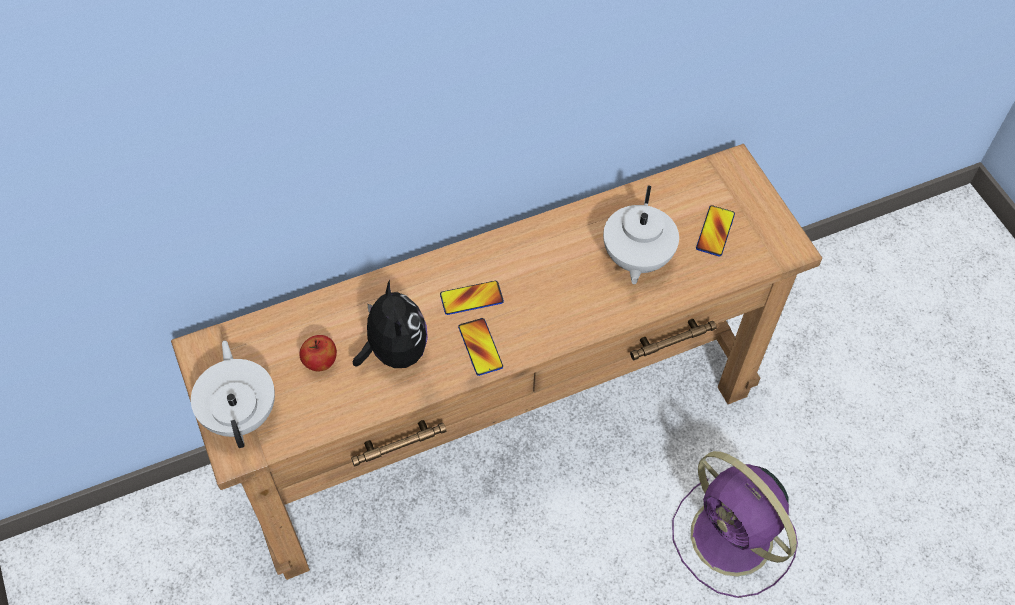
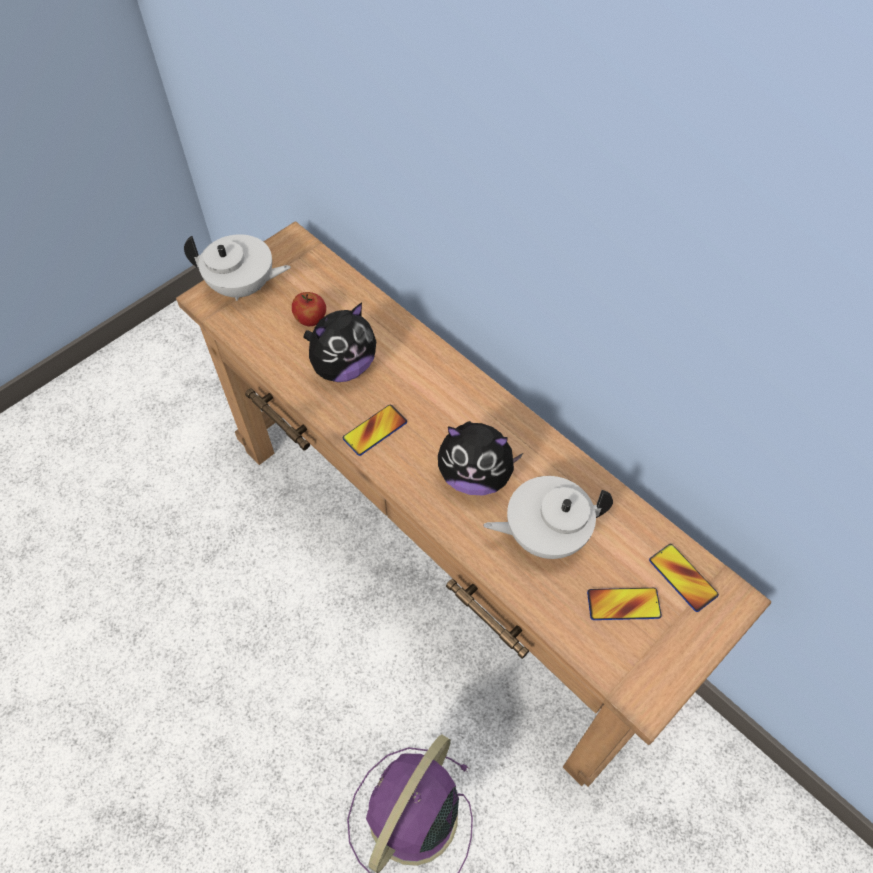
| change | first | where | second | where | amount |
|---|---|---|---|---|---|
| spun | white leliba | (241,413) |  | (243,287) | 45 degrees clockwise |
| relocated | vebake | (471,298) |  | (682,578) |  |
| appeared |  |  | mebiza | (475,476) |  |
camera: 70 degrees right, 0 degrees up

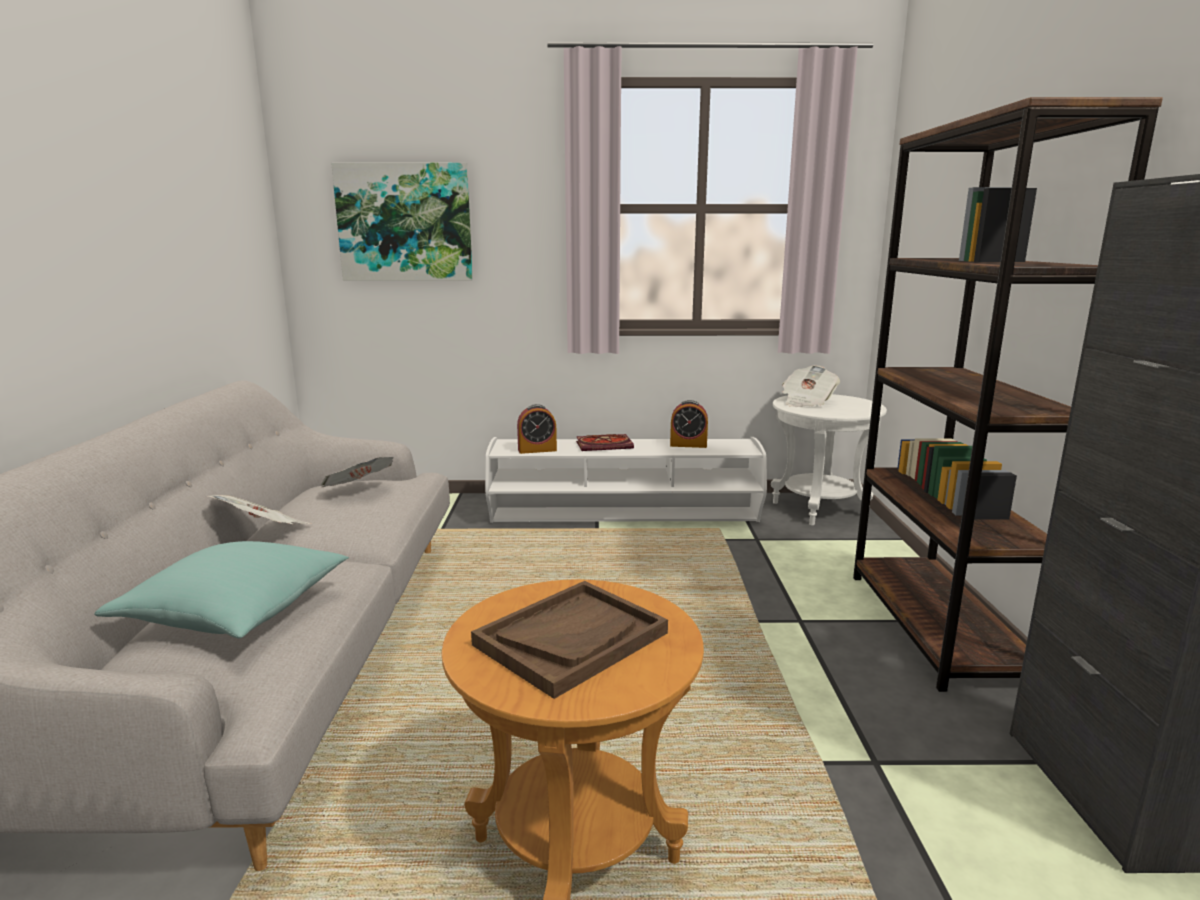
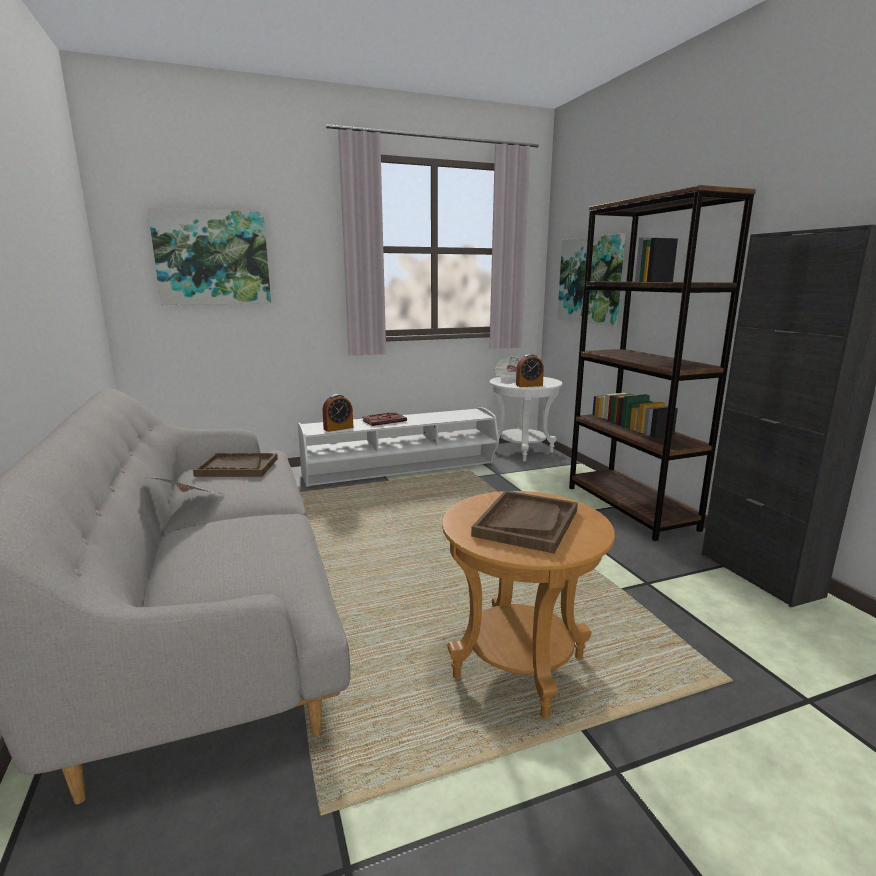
| change | first | where | second | where | amount |
|---|---|---|---|---|---|
| missing | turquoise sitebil | (236,612) |  |  |  |
| exchanged | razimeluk | (359,491) | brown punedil | (237,467) |  |
| relocated | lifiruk | (688,445) |  | (529,385) |  |
| appeared |  |  | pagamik | (590,280) |  |
camera: 20 degrees left, 0 degrees up

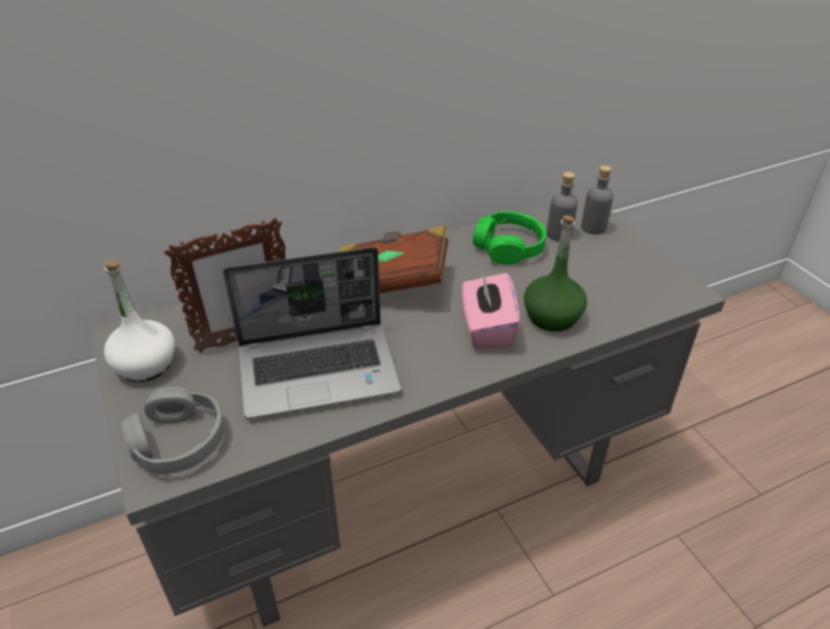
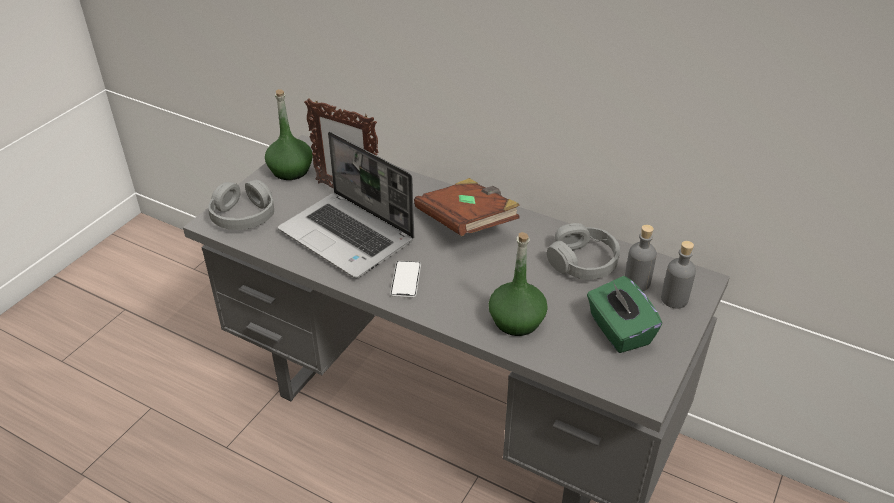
| change | first | where | second | where | amount |
|---|---|---|---|---|---|
| colour | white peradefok | (146,364) | green peradefok | (291,170) |  |
| missing | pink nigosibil | (487,328) |  |  |  |
| colour | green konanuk | (508,247) | grey konanuk | (582,262) |  |
| appeared |  |  | vebake | (406,280) |  |
| appeared |  |  | green nigosibil | (618,331) |  |
camera: 55 degrees right, 0 degrees up

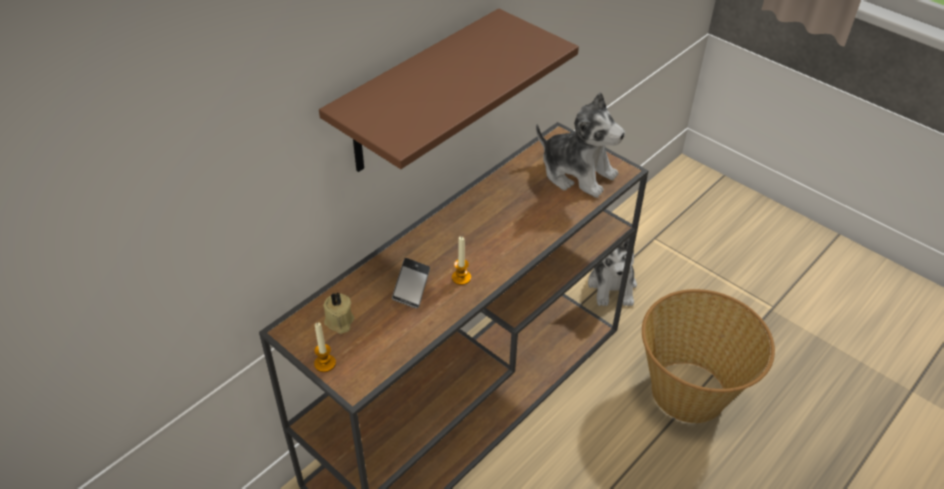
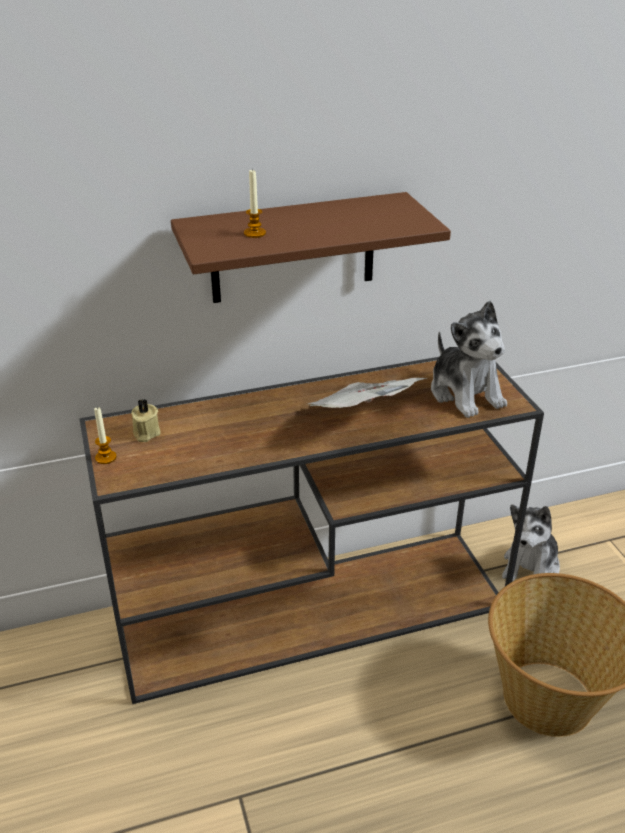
| change | first | where | second | where | amount |
|---|---|---|---|---|---|
| missing | vebake | (411,286) |  |  |  |
| relocated | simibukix | (461,278) |  | (255,233) |  |
| appeared |  |  | razimeluk | (363,417) |  |
camera: 30 degrees right, 10 degrees down

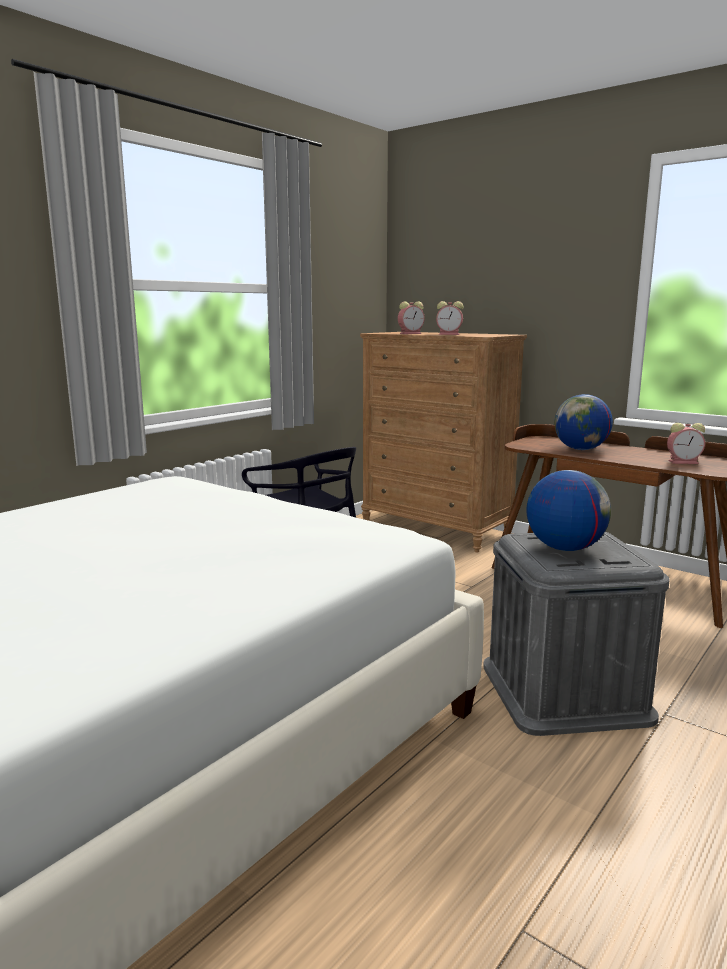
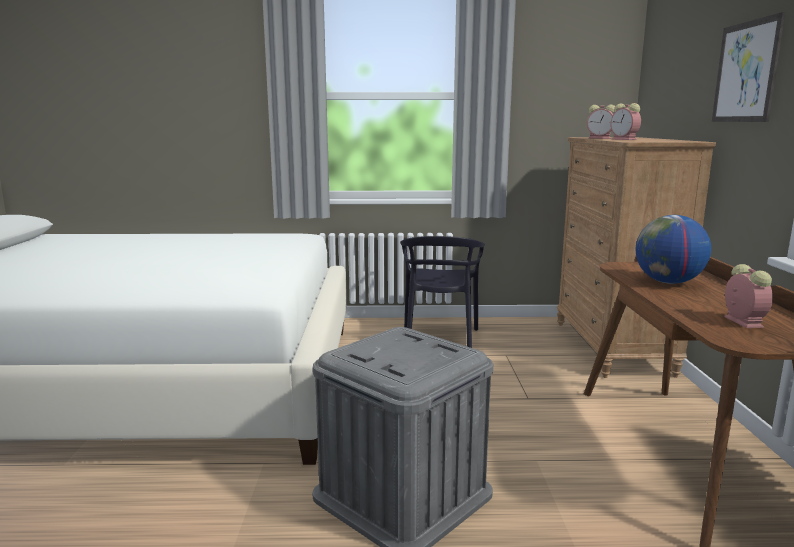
| change | first | where | second | where | amount |
|---|---|---|---|---|---|
| missing | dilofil | (564,548) |  |  |  |
| spun | lifiruk | (684,462) |  | (741,321) | 150 degrees counterclockwise |
| appeared |  |  | pagamik | (746,72) |  |
camera: 50 degrees right, 0 degrees up

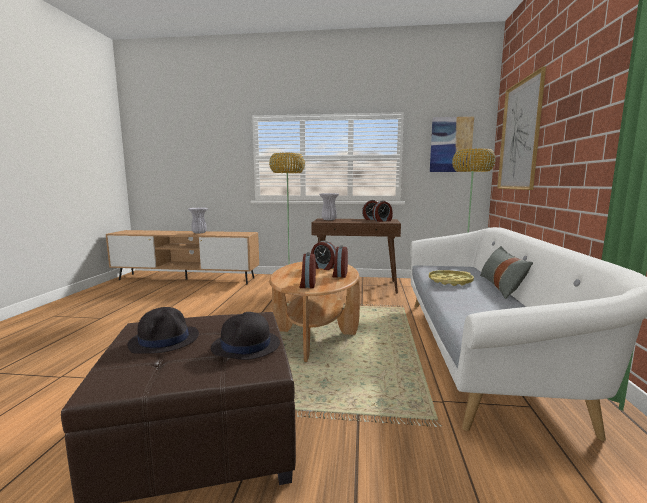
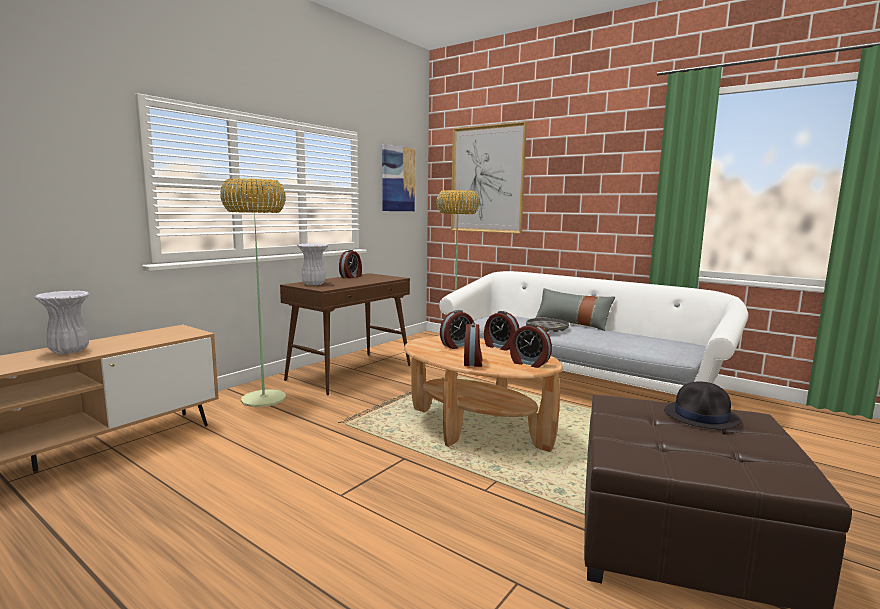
| change | first | where | second | where | amount |
|---|---|---|---|---|---|
| missing | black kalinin | (165,340) |  |  |  |
| relocated | lifiruk | (382,221) |  | (473,362) |  |
| colour | yellow punedil | (450,281) | grey punedil | (547,328) |  |
camera: 60 degrees left, 0 degrees up

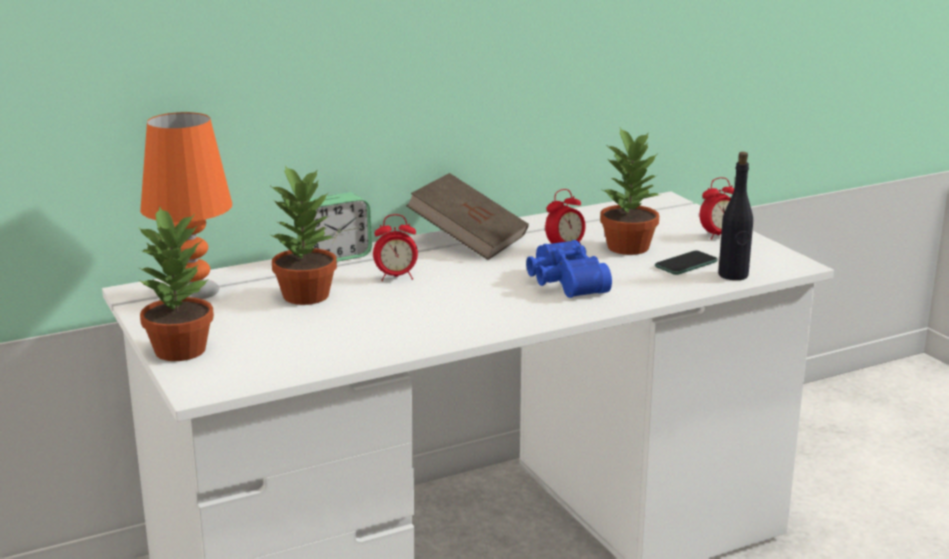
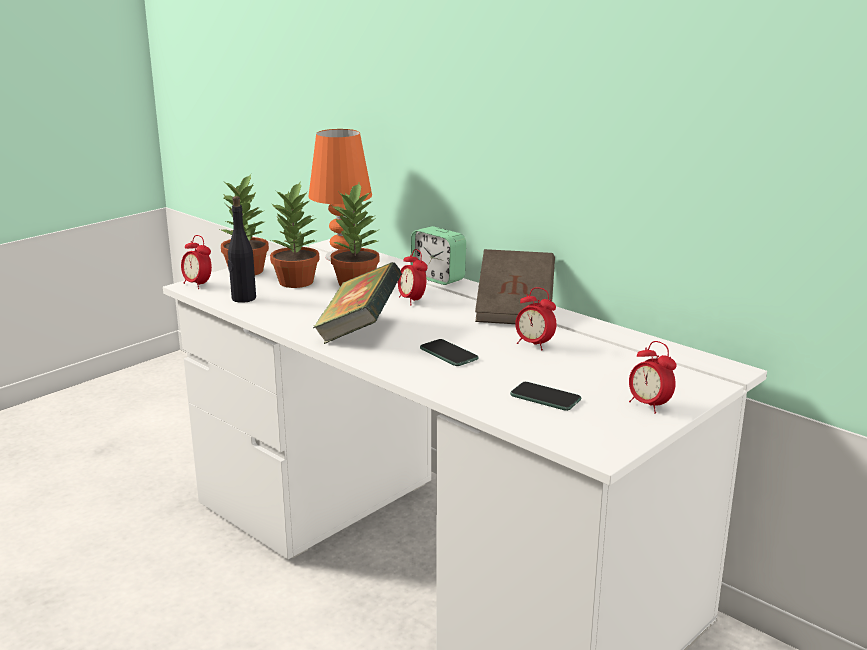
| change | first | where | second | where | amount |
|---|---|---|---|---|---|
| exchanged | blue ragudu | (563,283) | vebake | (448,354) |  |
| relocated | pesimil | (628,247) |  | (297,282) |  |
| relocated | black peradefok | (733,275) |  | (243,298) |  |
| appeared |  |  | lifiruk | (198,285) |  |
| appeared |  |  | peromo | (359,330) |  |
camera: 70 degrees right, 0 degrees up

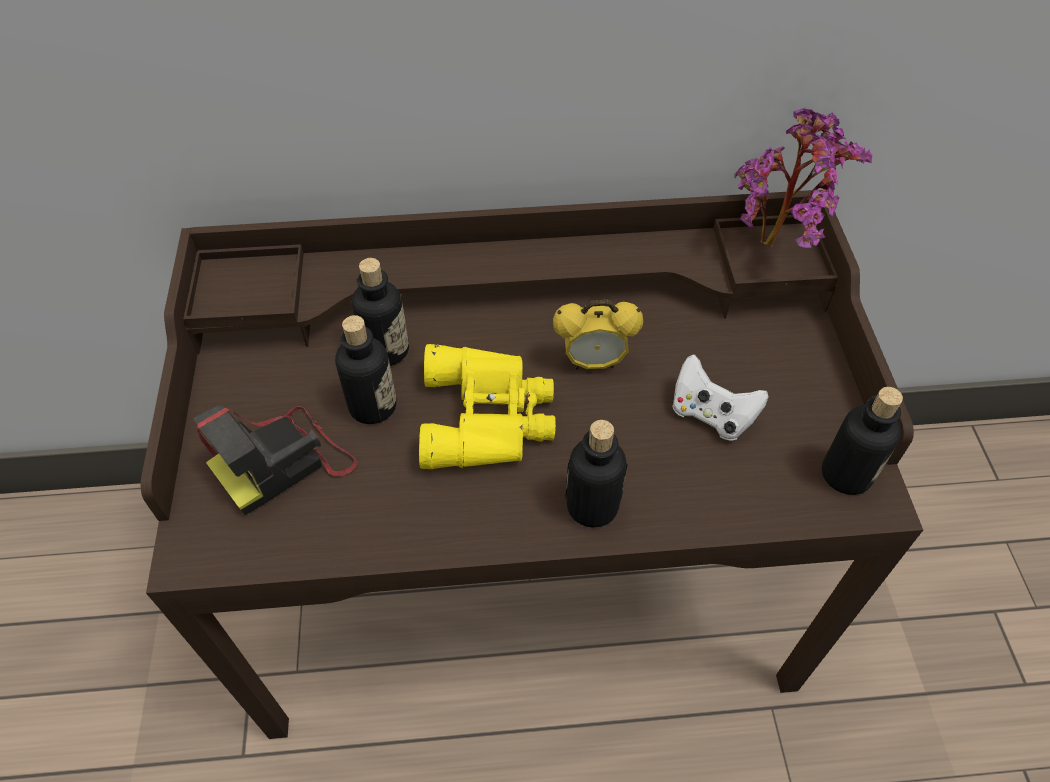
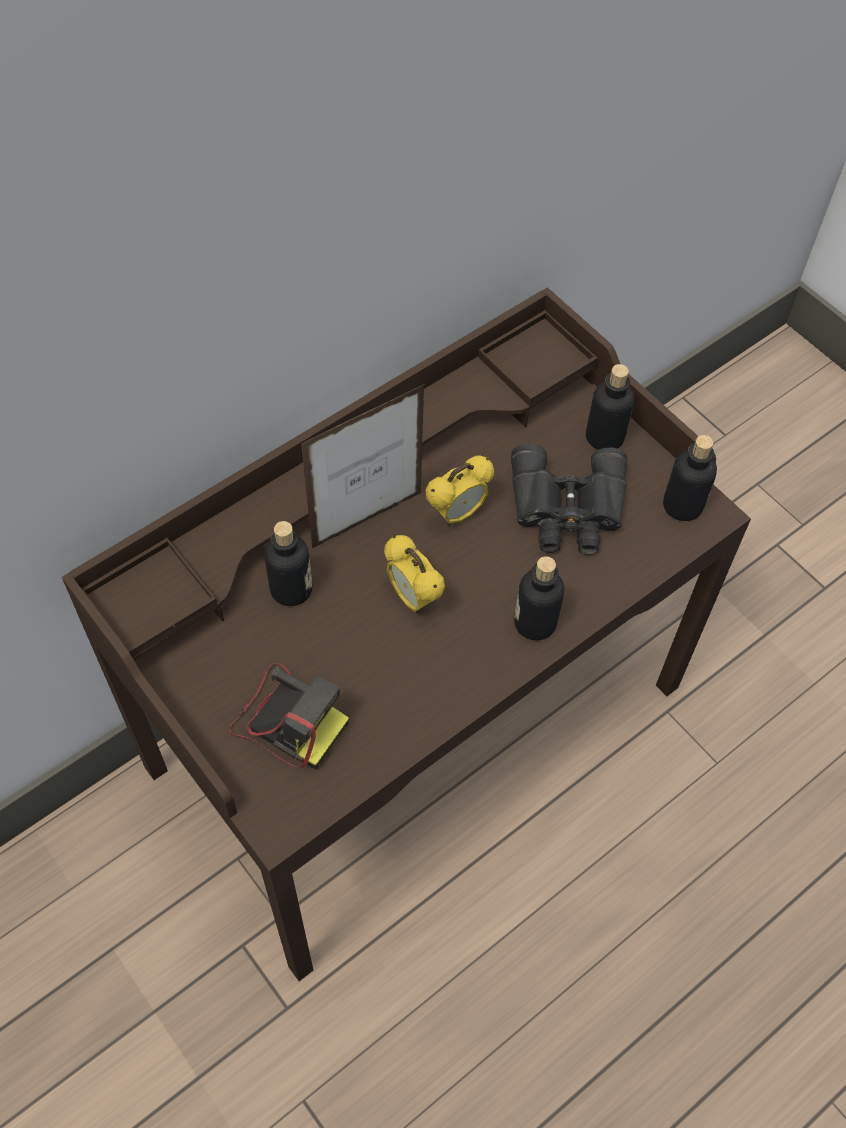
| change | first | where | second | where | amount |
|---|---|---|---|---|---|
| spun | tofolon | (284,462) |  | (288,719) | 75 degrees counterclockwise |
| relocated | peradefok | (372,406) |  | (604,437) |  |
| exchanged | yellow ragudu | (489,416) | lifiruk | (413,598) |  |
| exchanged | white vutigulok | (711,414) | black ragudu | (567,510) |  |
| missing | pesimil | (777,245) |  |  |  |
| appeared |  |  | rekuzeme | (367,520) |  |
camera: 35 degrees left, 5 degrees up

